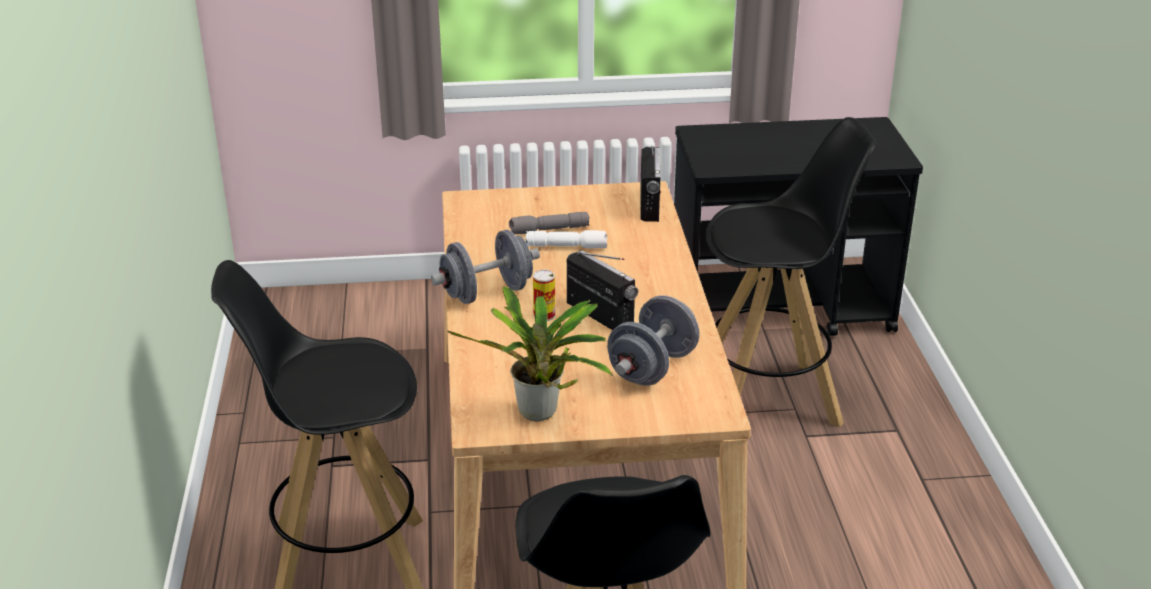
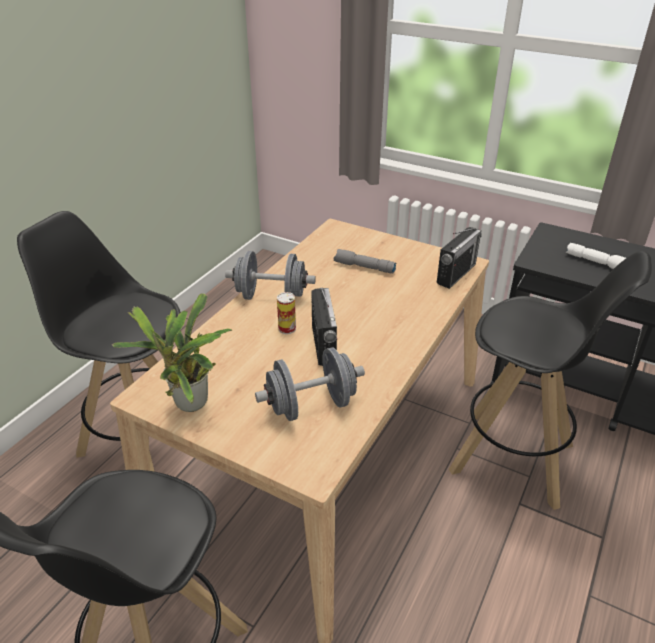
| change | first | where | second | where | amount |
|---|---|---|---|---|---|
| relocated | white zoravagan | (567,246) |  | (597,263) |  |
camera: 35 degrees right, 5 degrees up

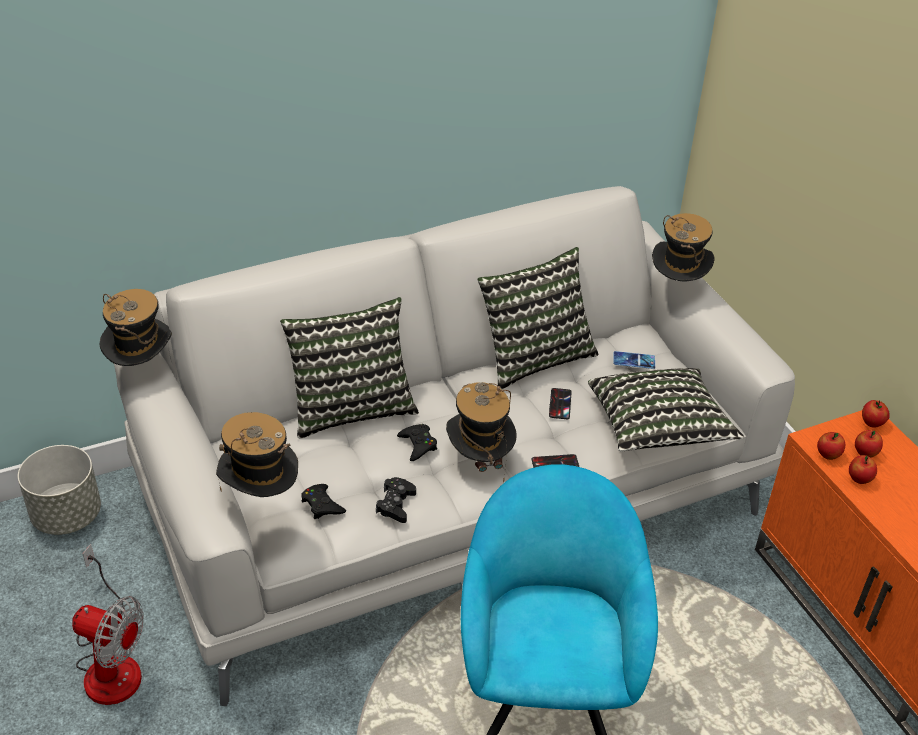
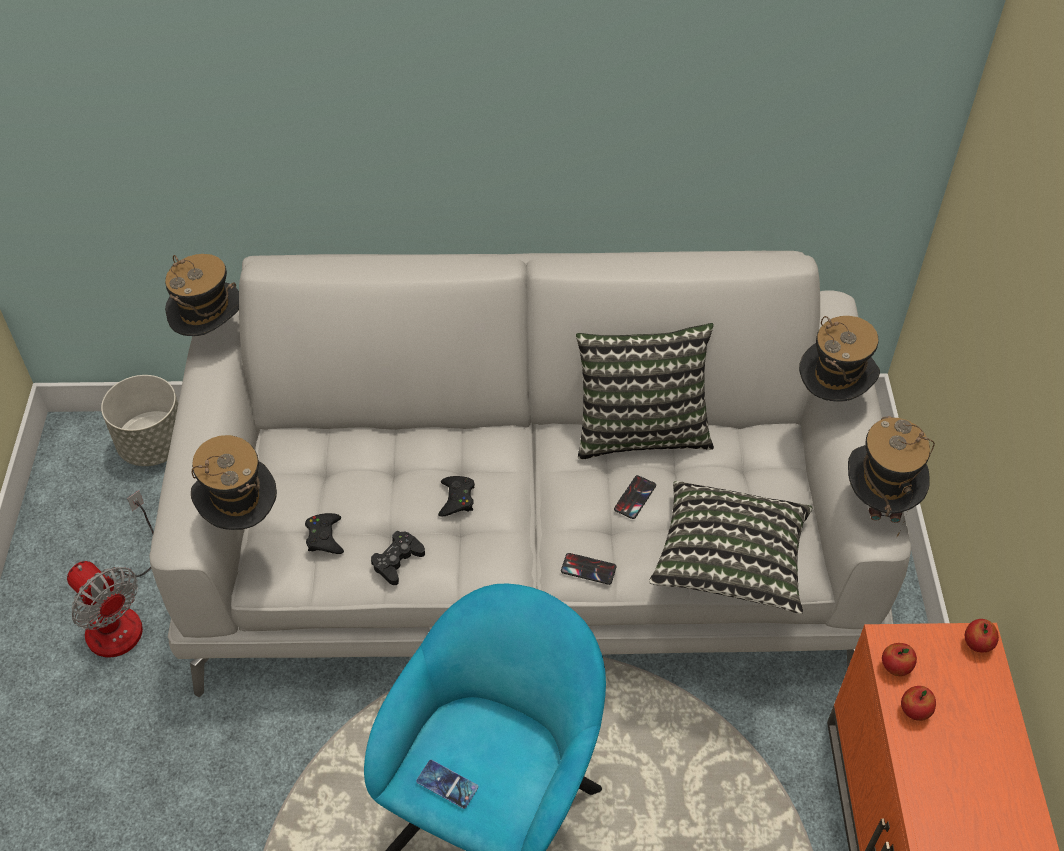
| change | first | where | second | where | amount |
|---|---|---|---|---|---|
| missing | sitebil | (351,407) |  |  |  |
| relocated | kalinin | (479,461) |  | (878,503) |  |
| relocated | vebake | (634,360) |  | (447,784) |  |
| missing | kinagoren | (865,453) |  |  |  |
camera: 25 degrees right, 10 degrees up

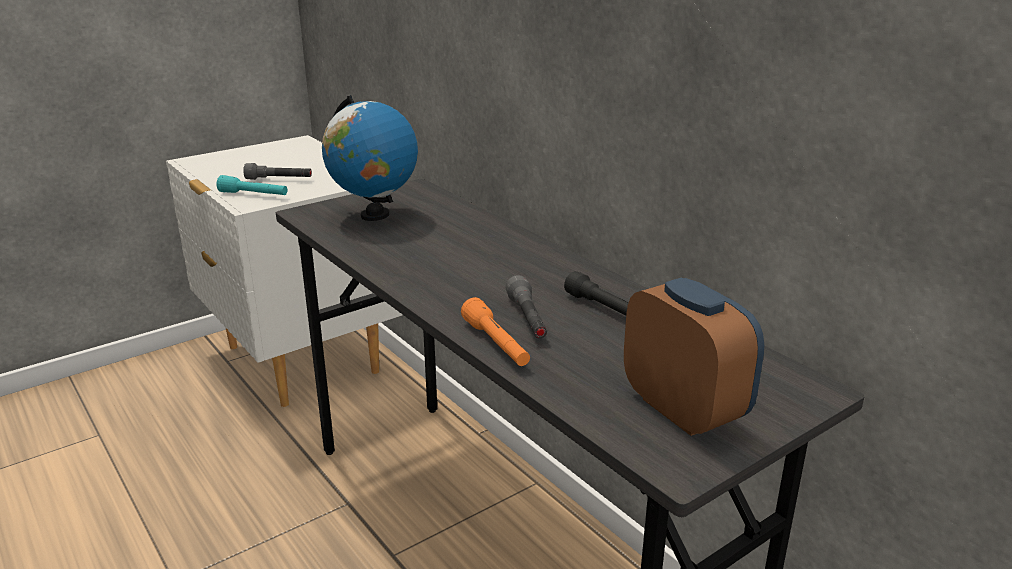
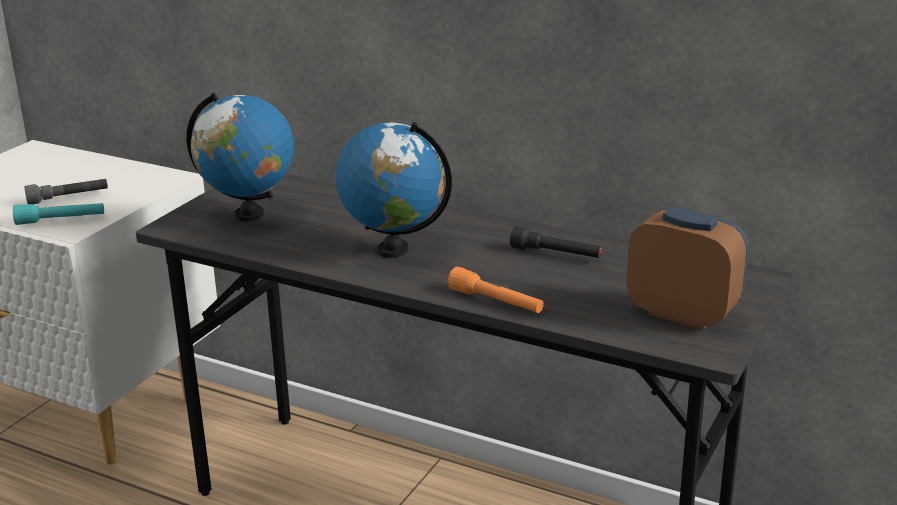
| change | first | where | second | where | amount |
|---|---|---|---|---|---|
| missing | grey zoravagan | (527,319) |  |  |  |
| appeared |  |  | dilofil | (393,249) |  |
camera: 25 degrees left, 0 degrees up

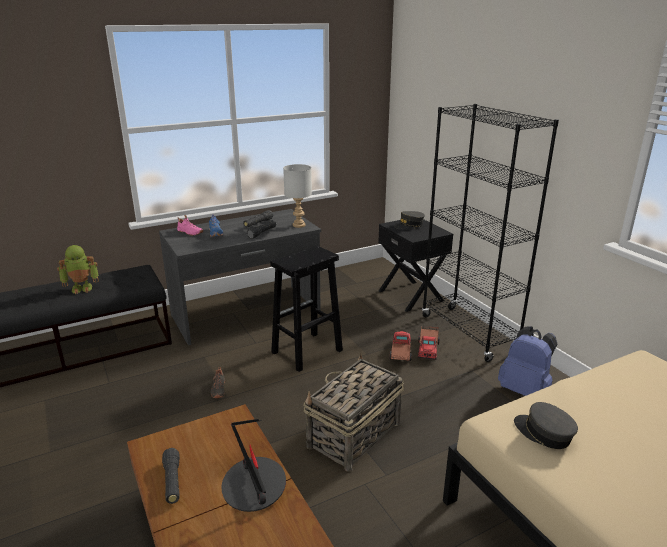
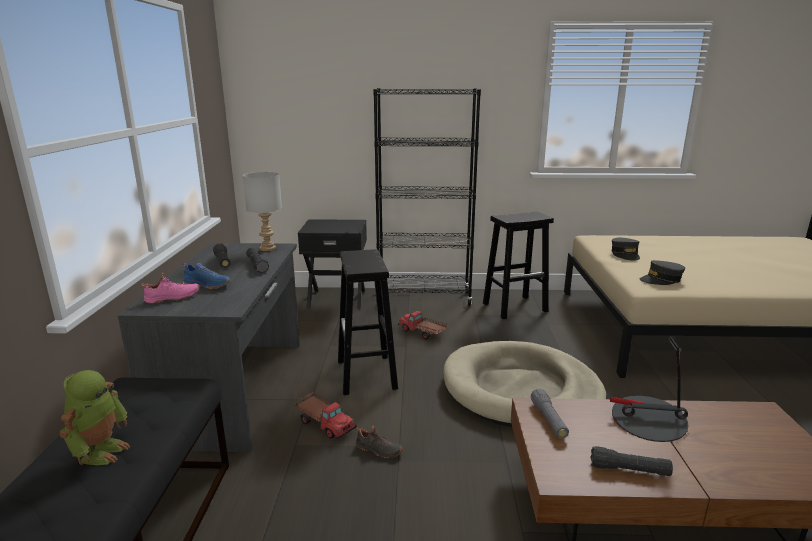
| change | first | where | second | where | amount |
|---|---|---|---|---|---|
| exchanged | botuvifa | (353,435) | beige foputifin | (521,390) |  |
| relocated | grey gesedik | (409,225) |  | (625,254) |  |
| relocated | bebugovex | (428,348) |  | (324,423) |  |
| exchanged | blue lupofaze | (525,390) | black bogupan | (515,307) |  |
| appeared |  |  | grey zoravagan | (548,420) |  |
camera: 60 degrees left, 5 degrees down

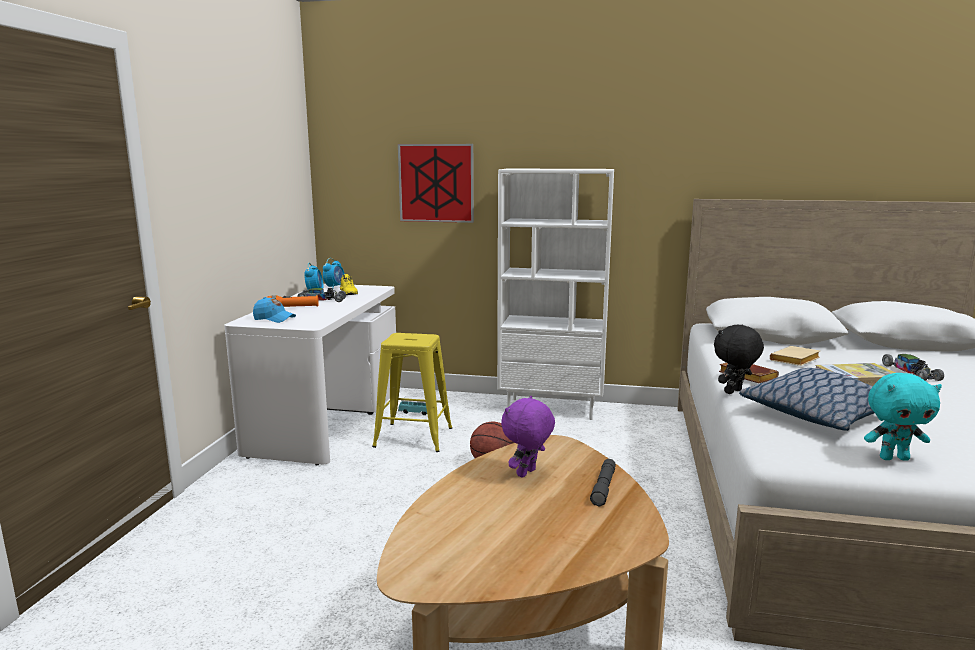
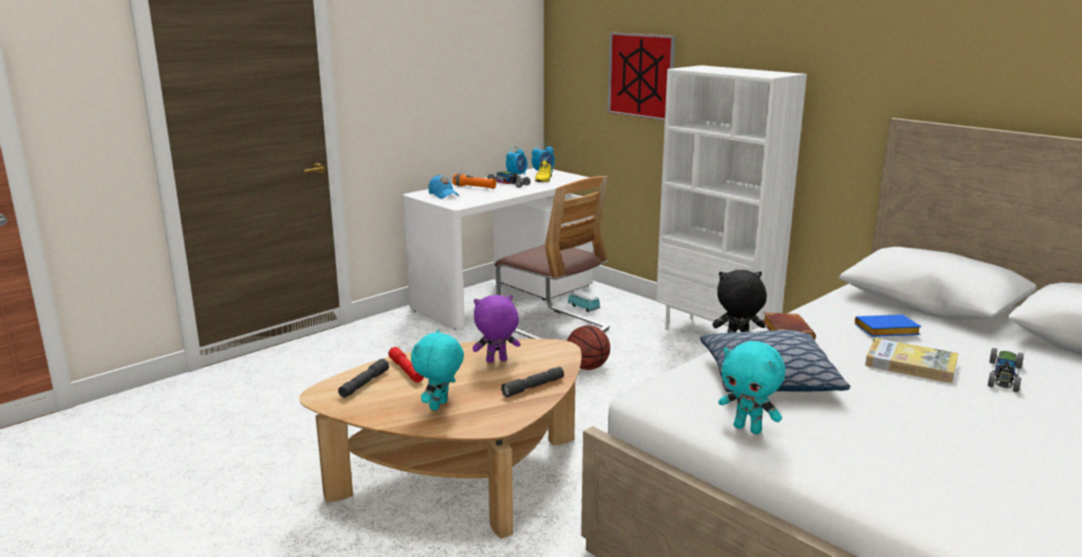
| change | first | where | second | where | amount |
|---|---|---|---|---|---|
| exchanged | yellow bogupan | (413,437) | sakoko | (553,328) |  |
| colour | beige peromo | (795,361) | blue peromo | (885,331) |  |
| appeared |  |  | grey zoravagan | (364,384) |  |
| appeared |  |  | red zoravagan | (406,370) |  |
| appeared |  |  | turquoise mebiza | (439,406) |  |
camera: 35 degrees right, 5 degrees up

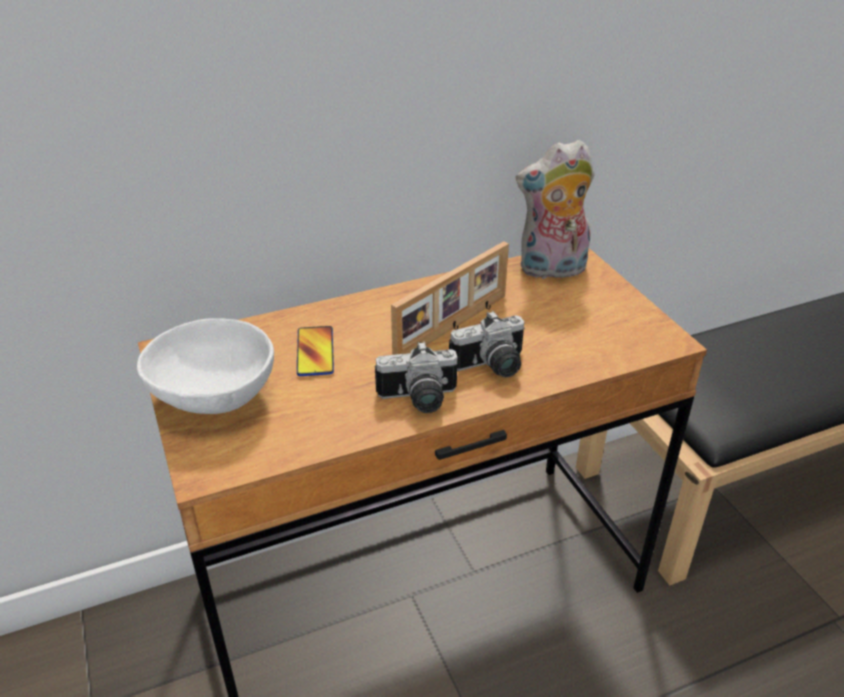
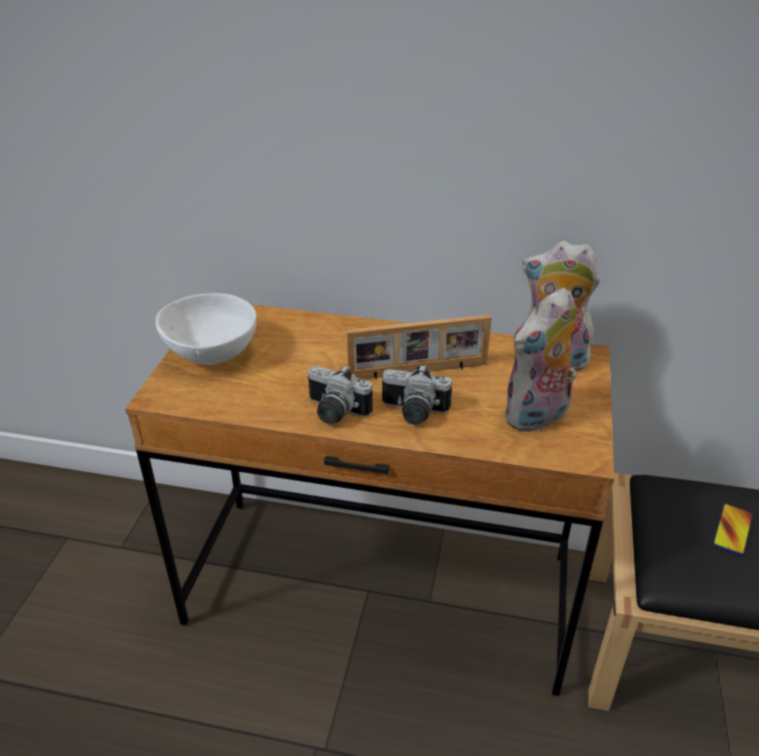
| change | first | where | second | where | amount |
|---|---|---|---|---|---|
| relocated | vebake | (315,352) |  | (732,530) |  |
| appeared |  |  | mebiza | (537,417) |  |
camera: 35 degrees right, 0 degrees up

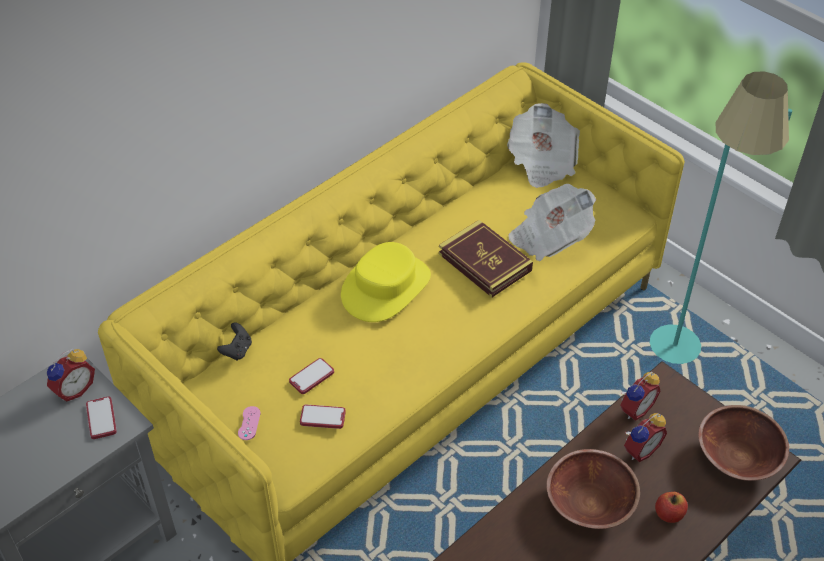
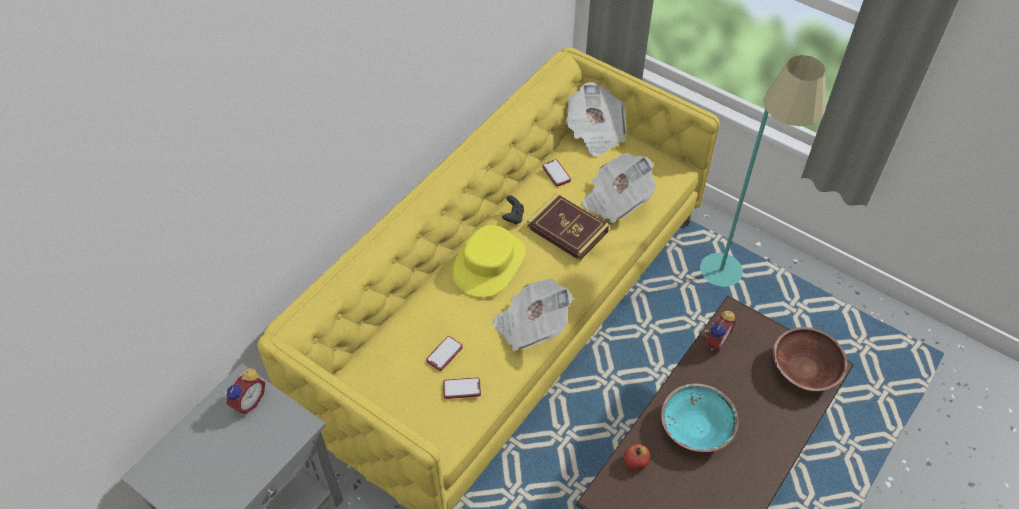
| change | first | where | second | where | amount |
|---|---|---|---|---|---|
| relocated | vebake | (101,418) |  | (556,173) |  |
| relocated | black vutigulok | (237,350) |  | (513,217) |  |
| missing | pink vutigulok | (249,423) |  |  |  |
| colour | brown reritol | (590,502) | turquoise reritol | (696,427) |  |
| missing | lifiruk | (639,449) |  |  |  |
| relocated | kinagoren | (669,514) |  | (635,462) |  |
| appeared |  |  | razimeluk | (531,325) |  |
camera: 10 degrees left, 5 degrees up

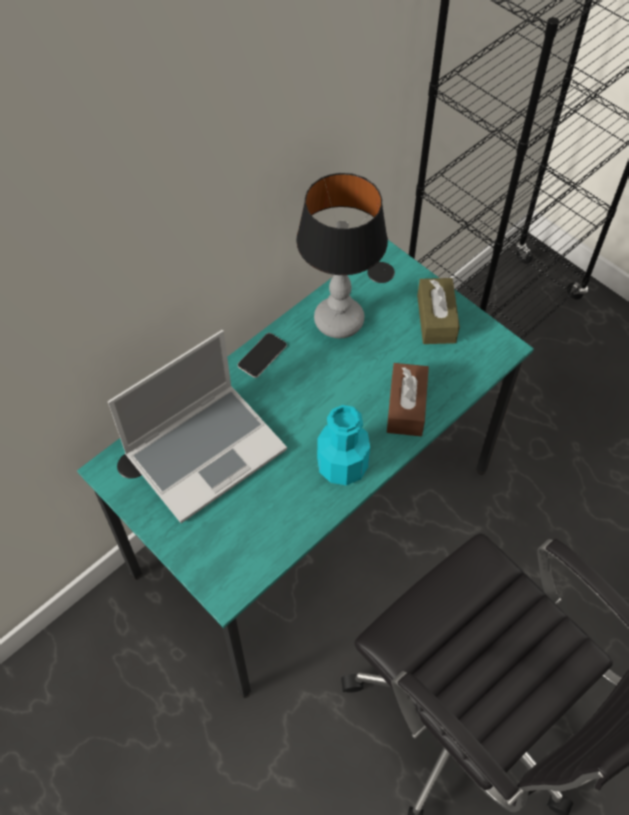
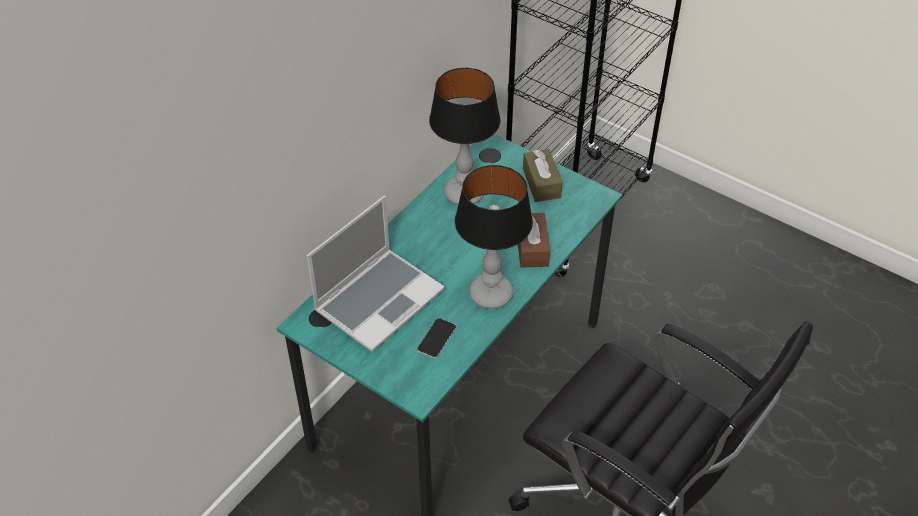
| change | first | where | second | where | amount |
|---|---|---|---|---|---|
| relocated | vebake | (262,355) |  | (436,338) |  |
| exchanged | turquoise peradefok | (342,465) | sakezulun | (491,295) |  |
camera: 10 degrees left, 10 degrees down

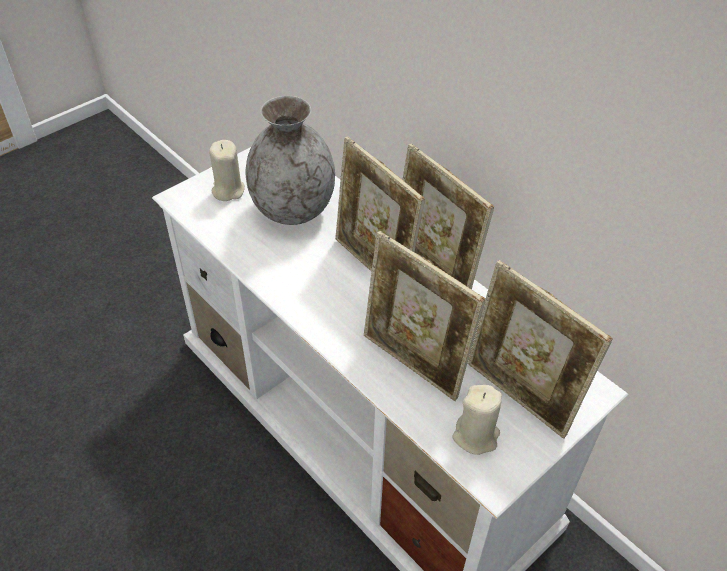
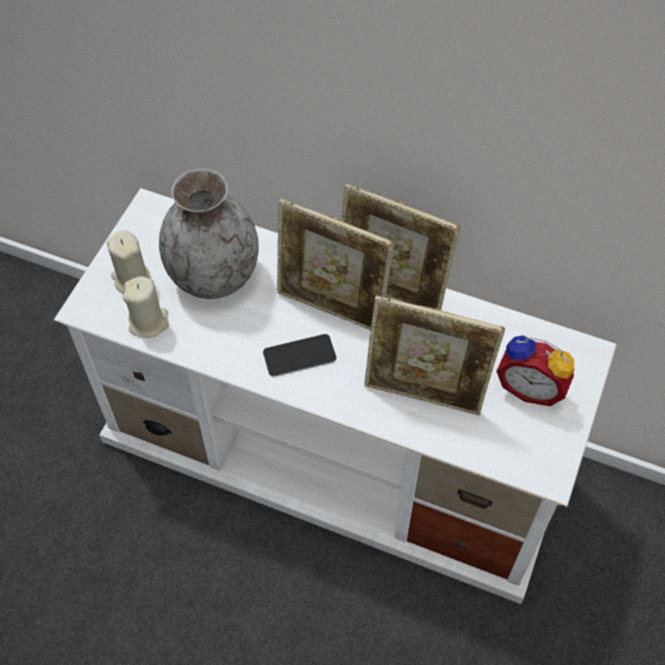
| change | first | where | second | where | amount |
|---|---|---|---|---|---|
| relocated | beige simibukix | (476,436) |  | (149,322) |  |
| exchanged | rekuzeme | (519,396) | lifiruk | (531,386) |  |
| appeared |  |  | vebake | (299,356) |  |
camera: 25 degrees left, 10 degrees up

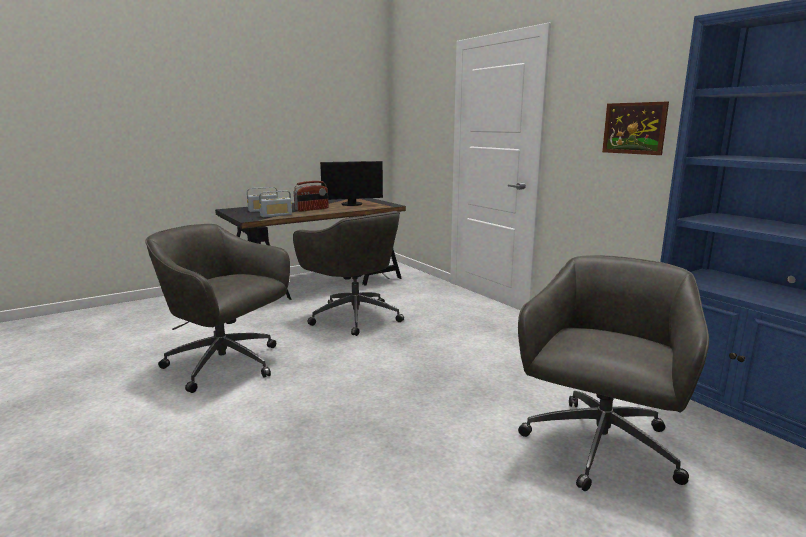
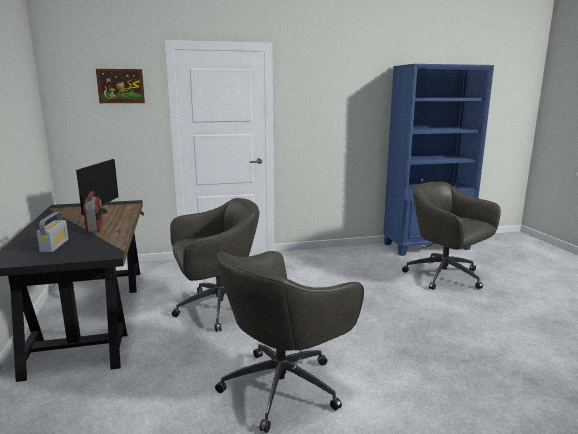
| change | first | where | second | where | amount |
|---|---|---|---|---|---|
| missing | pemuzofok | (276,215) |  |  |  |
| relocated | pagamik | (634,128) |  | (120,86) |  |
camera: 70 degrees left, 0 degrees up

